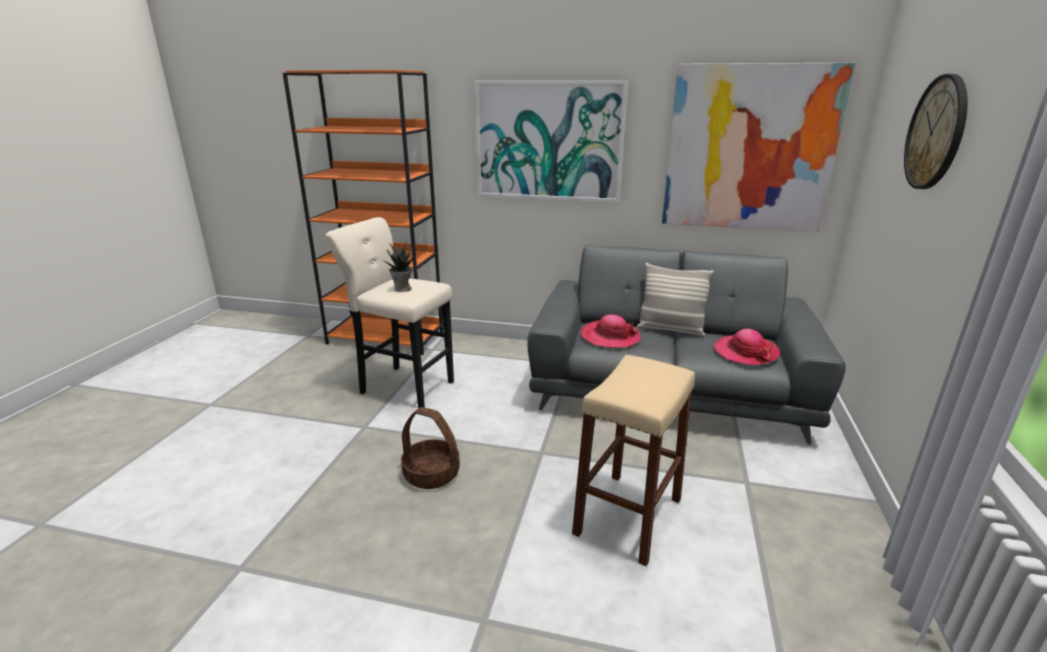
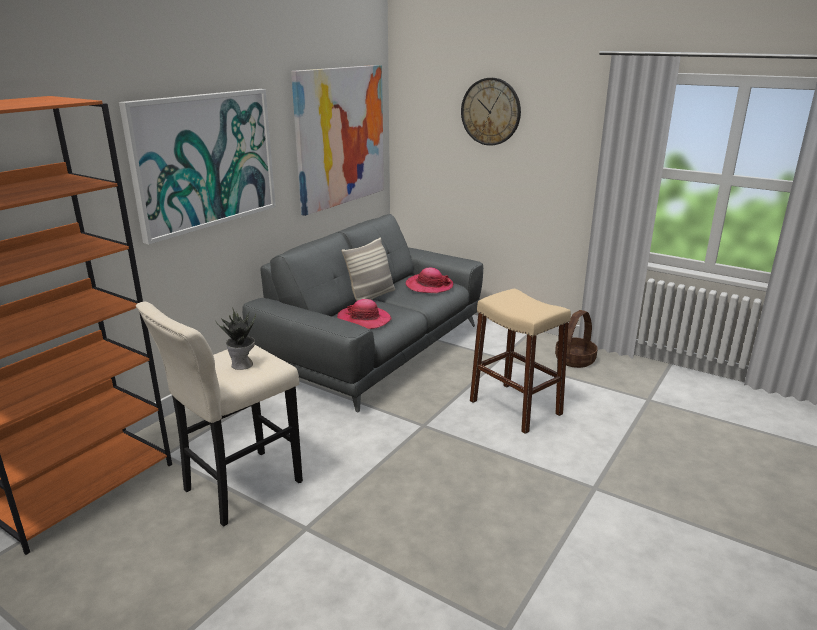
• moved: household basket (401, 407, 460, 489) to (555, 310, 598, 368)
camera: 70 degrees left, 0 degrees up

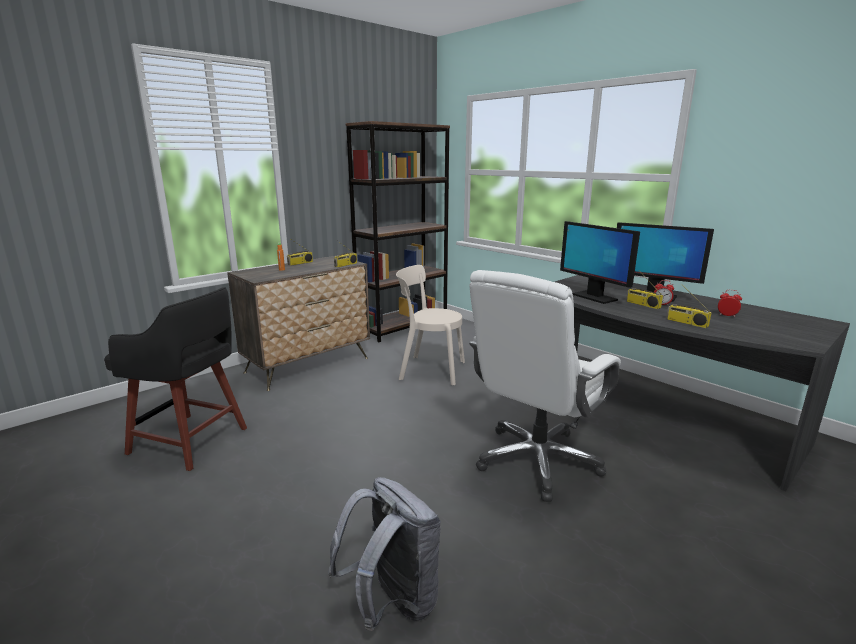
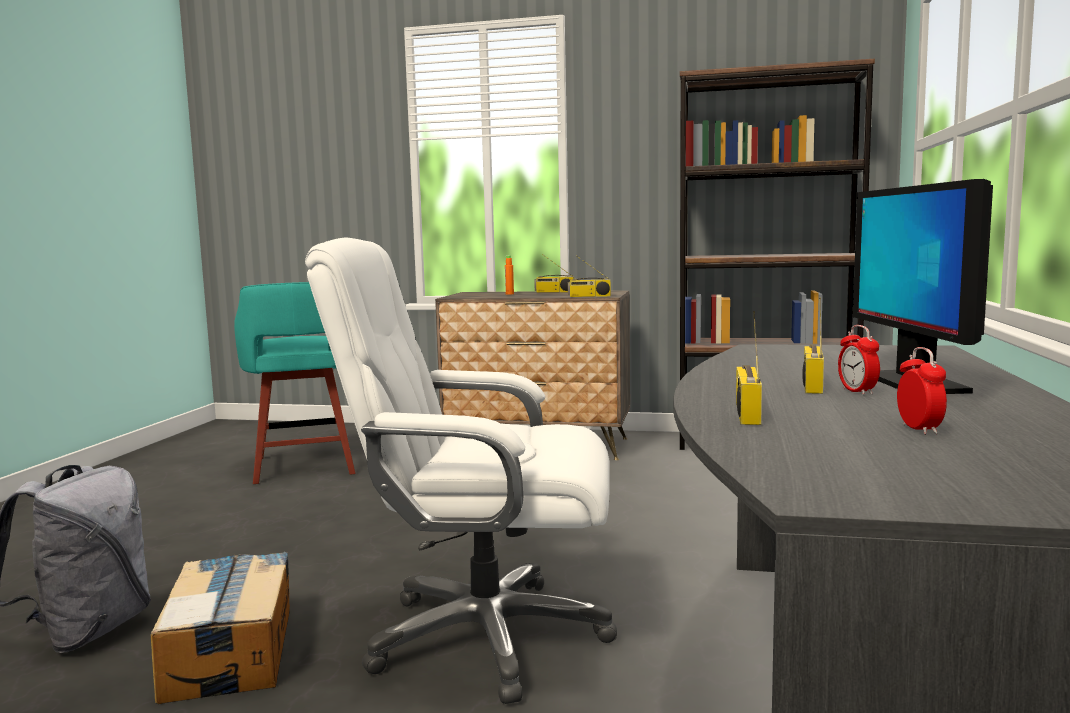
• removed: beige-coloured upright chair (396, 265, 465, 385)
• removed: computer screen (560, 221, 640, 304)
• added: packing box (151, 552, 290, 704)
• recoloured: black stool seat (104, 287, 247, 471) to turquoise-coloured stool seat (234, 282, 355, 484)
camera: 55 degrees right, 10 degrees down

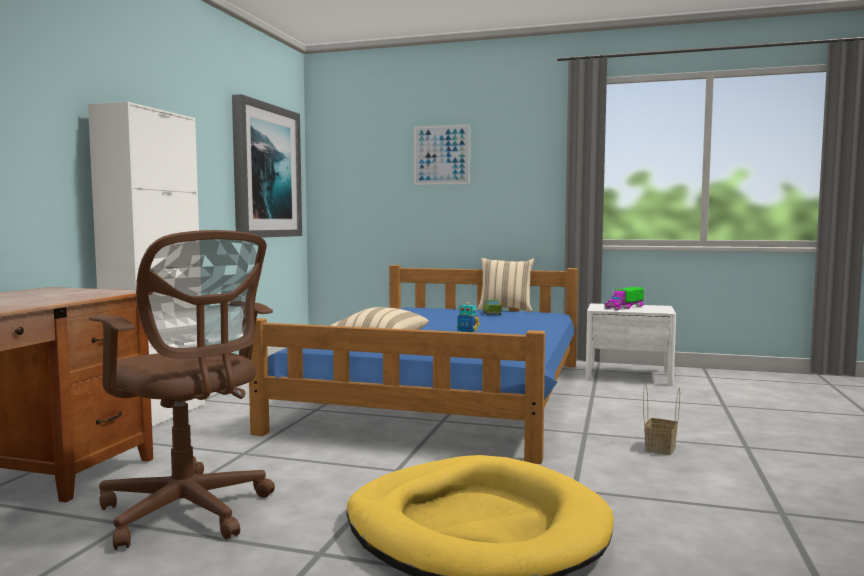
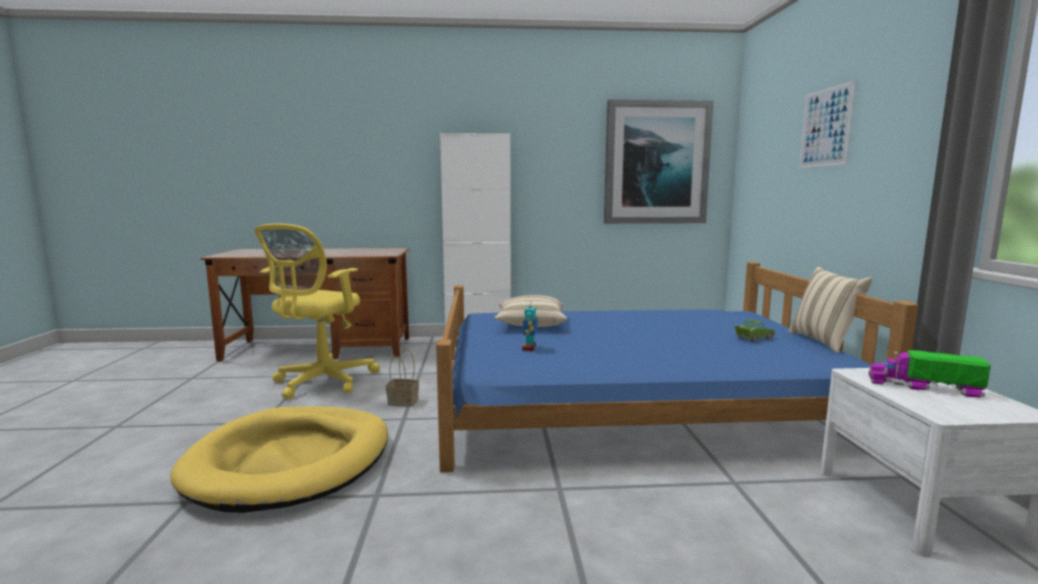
• moved: household basket (643, 384, 680, 455) to (386, 349, 419, 407)
• recoloured: brown-coloured desk chair (89, 230, 275, 550) to yellow desk chair (254, 224, 380, 399)
camera: 70 degrees right, 5 degrees up

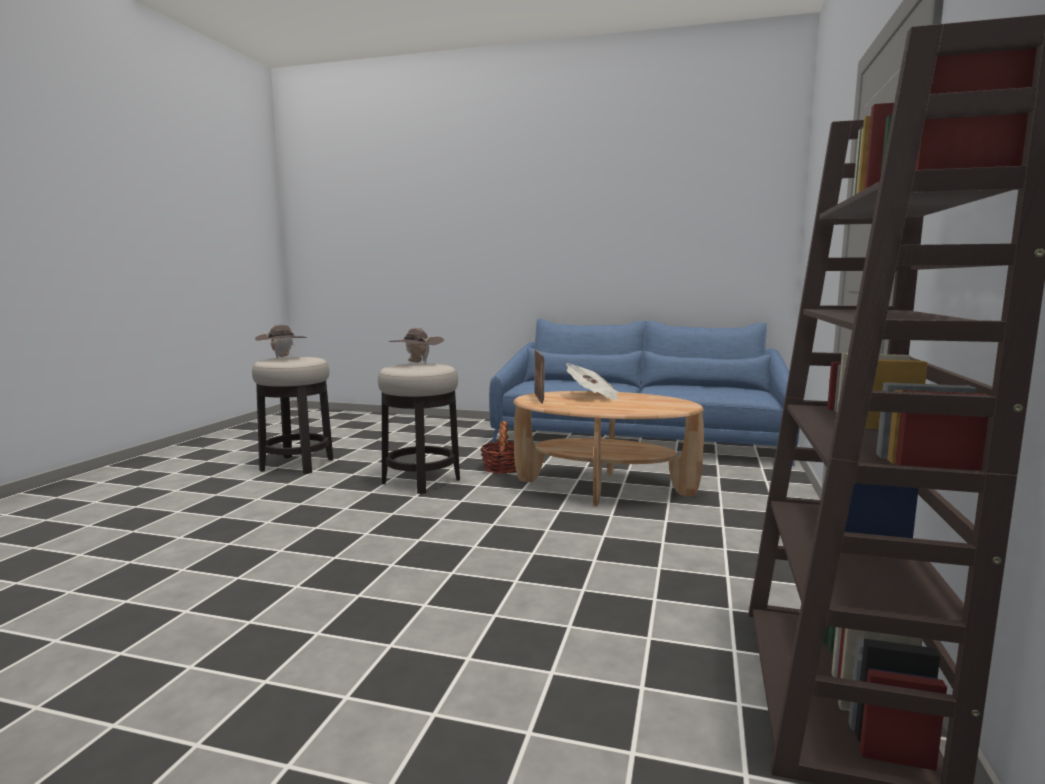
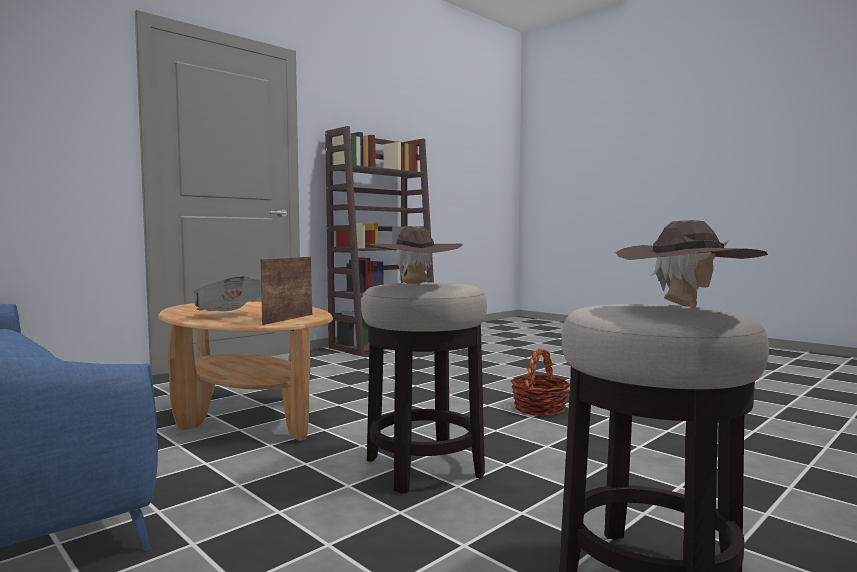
• moved: household basket (480, 421, 516, 474) to (511, 348, 570, 416)
camera: 150 degrees left, 5 degrees down

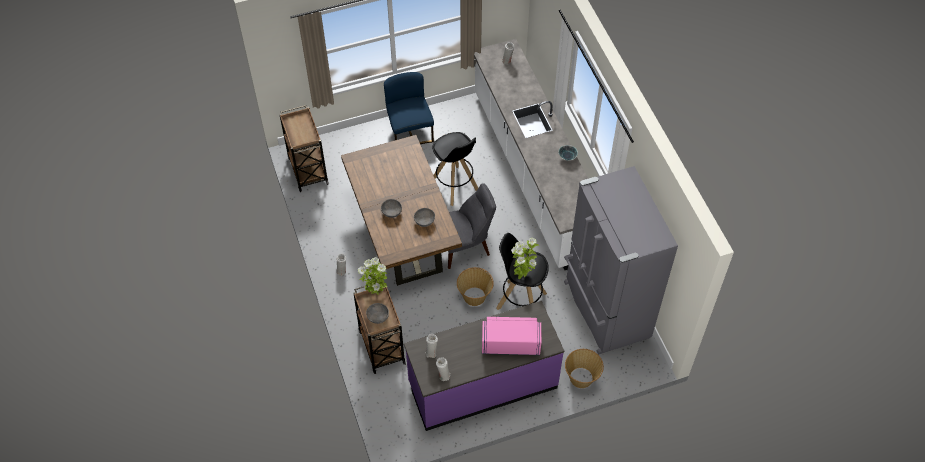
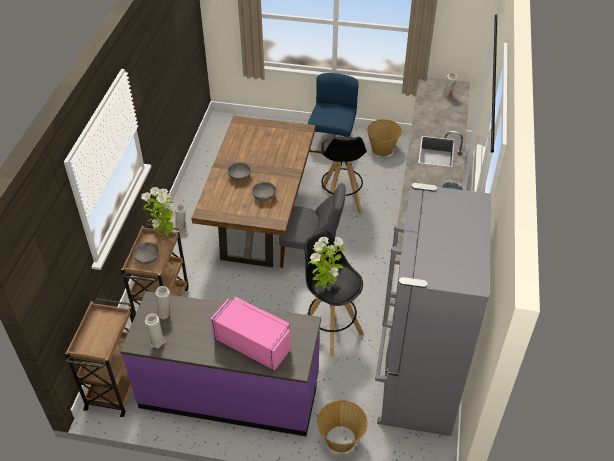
• moved: brown-coloured cart (279, 105, 329, 192) to (65, 298, 134, 417)
• moved: household basket (457, 267, 494, 306) to (367, 119, 402, 156)
camera: 30 degrees right, 10 degrees down

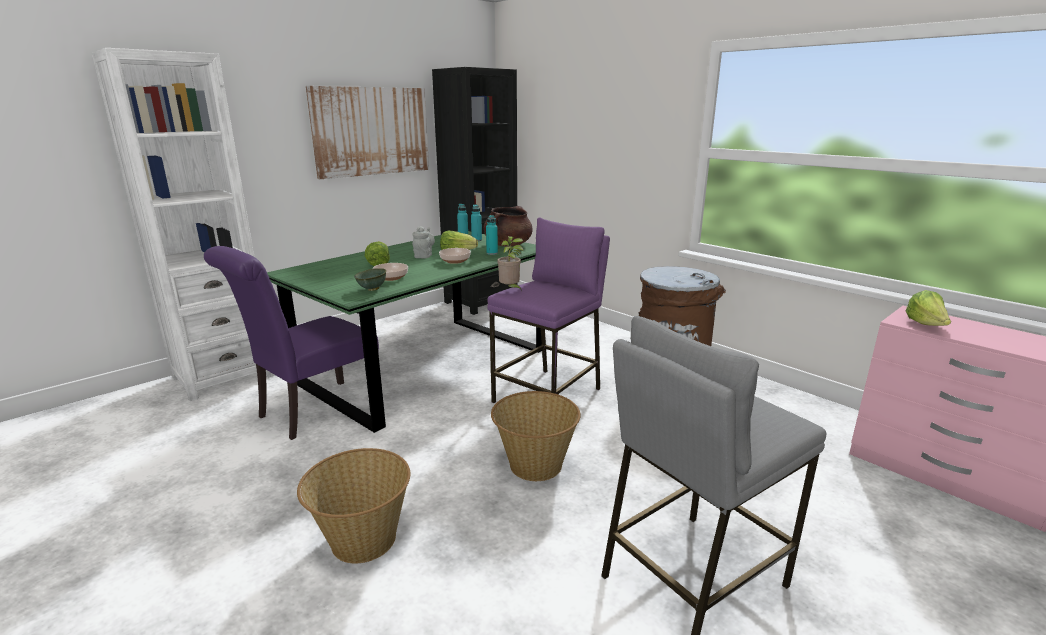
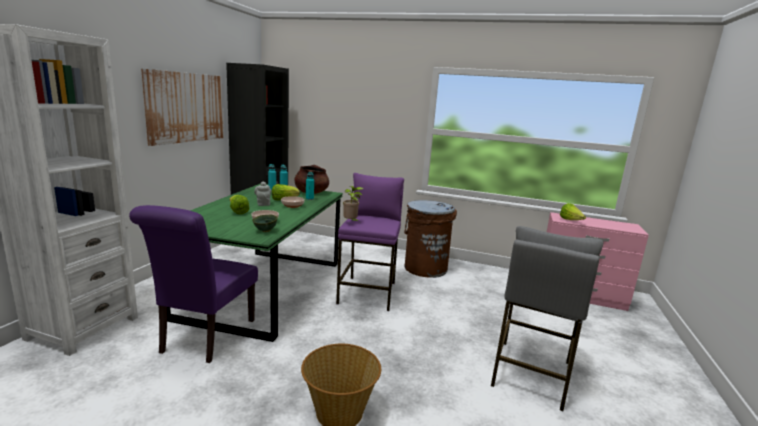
• removed: household basket (491, 391, 581, 481)
camera: 30 degrees left, 5 degrees down

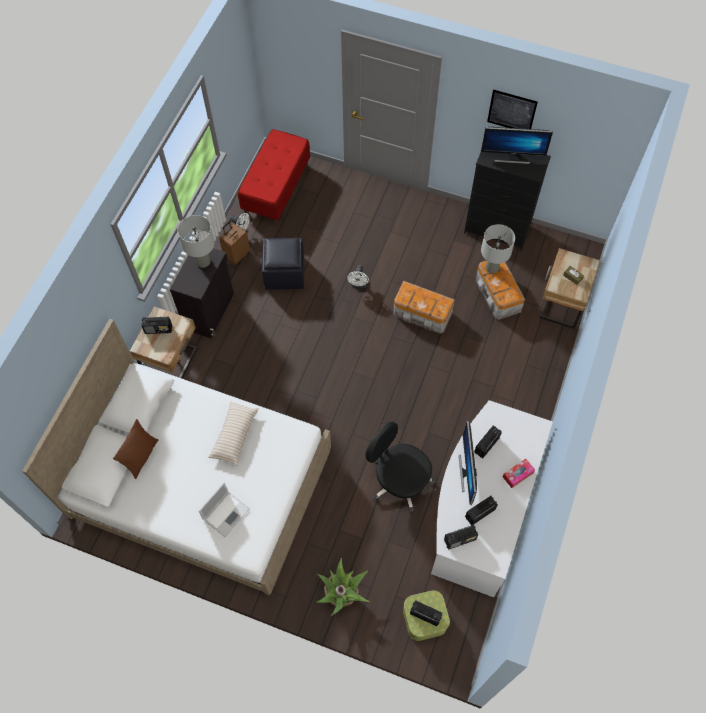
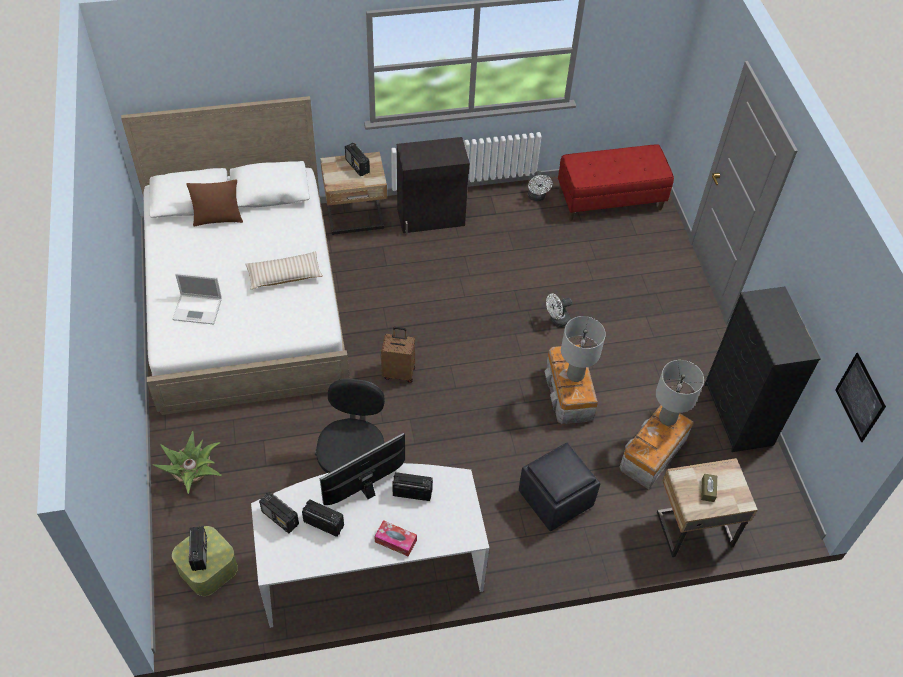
• removed: computer screen (481, 127, 553, 164)
• moved: grey lamp for a table (177, 215, 215, 268) to (561, 316, 606, 382)
• moved: brown-coloured piece of luggage (219, 222, 250, 265) to (381, 327, 415, 383)
• moved: black footrest (262, 238, 304, 290) to (519, 443, 600, 531)
• moved: wall art (487, 90, 538, 129) to (835, 353, 886, 442)
camera: 55 degrees right, 10 degrees down

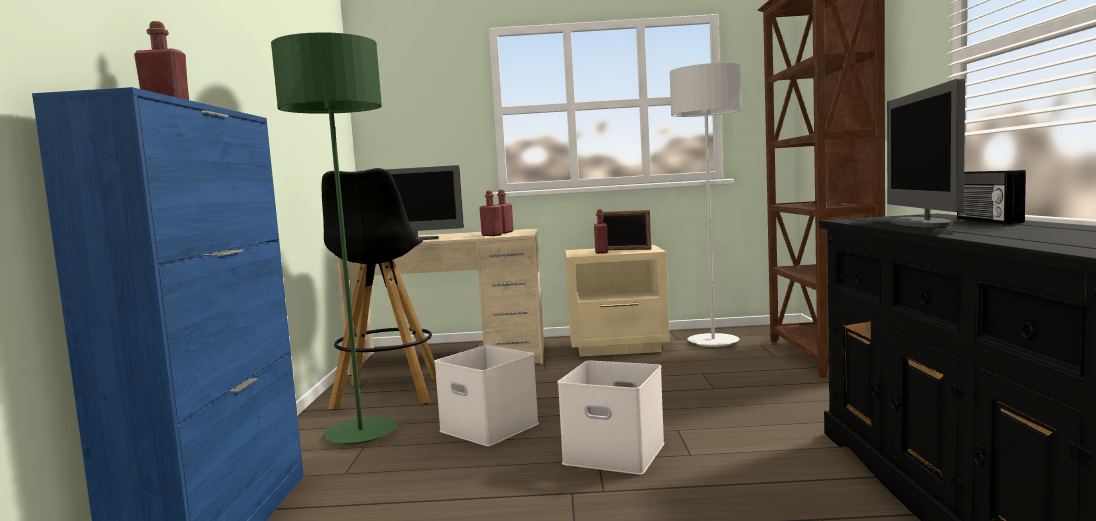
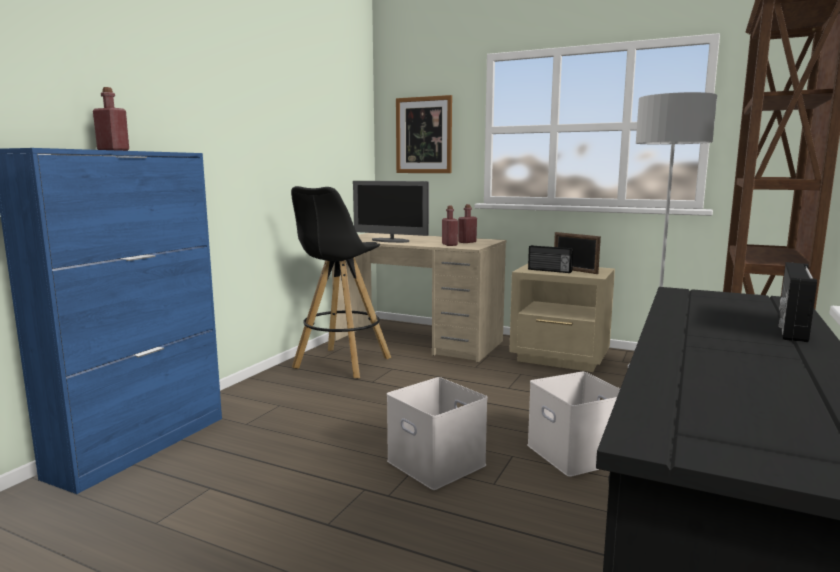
• removed: greenish standard lamp (271, 32, 397, 444)
• removed: computer screen (887, 78, 965, 227)
• added: wall art (396, 95, 452, 173)
• moved: white-coloured storage container (434, 345, 539, 446) to (527, 372, 620, 477)
• replaced: red-coloured beverage bottle (594, 209, 608, 254) to radio receiver (528, 245, 573, 273)
camera: 25 degrees right, 5 degrees up

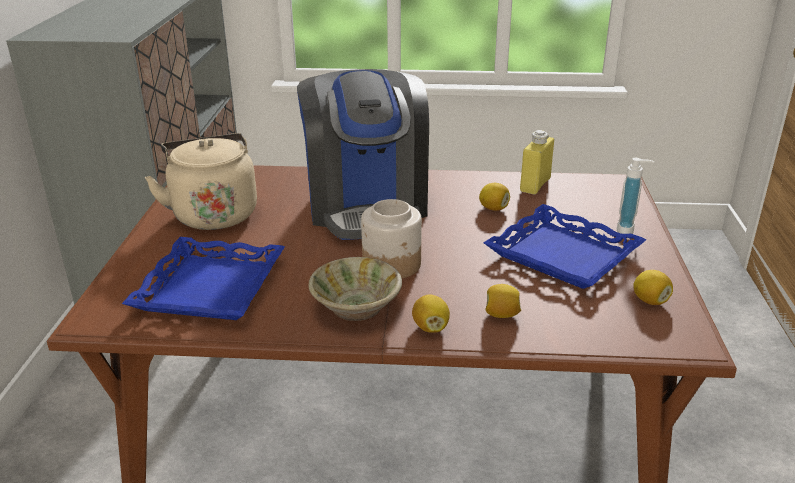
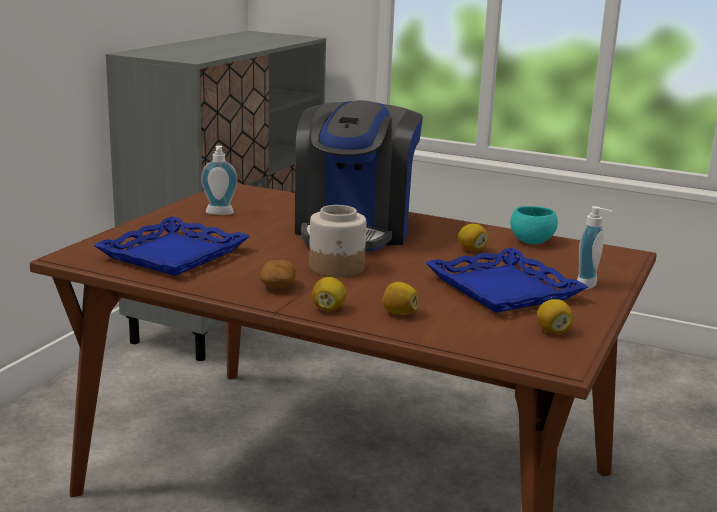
• replaced: beige-coloured tea kettle (145, 133, 257, 230) to liquid soap bottle (201, 146, 238, 215)
• replaced: beige-coloured bowl (309, 257, 402, 321) to potato (260, 260, 296, 288)
• replaced: yellow beverage bottle (520, 130, 554, 194) to turquoise-coloured bowl (510, 206, 558, 244)
camera: 20 degrees right, 10 degrees down

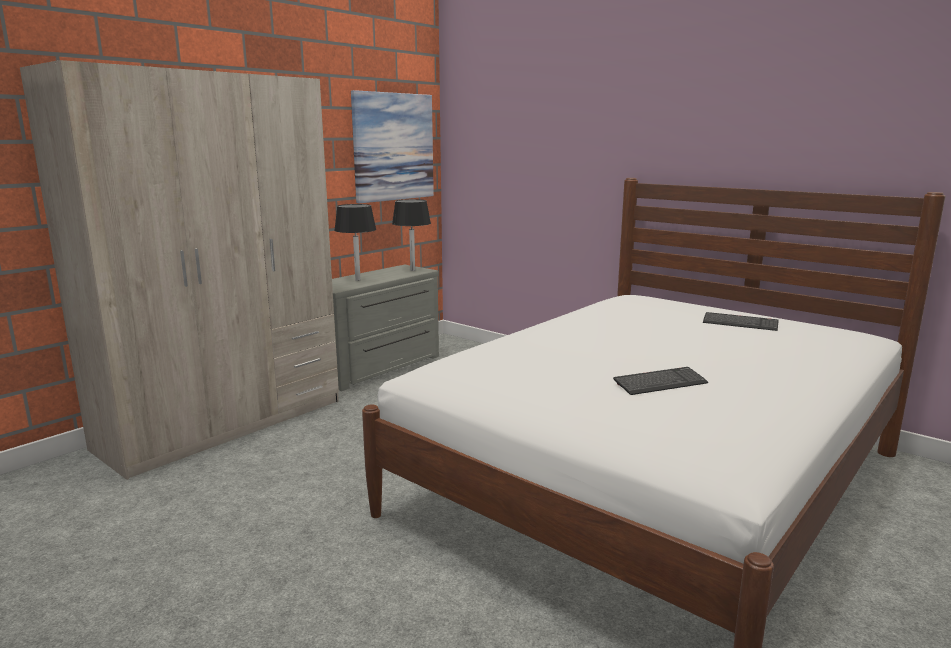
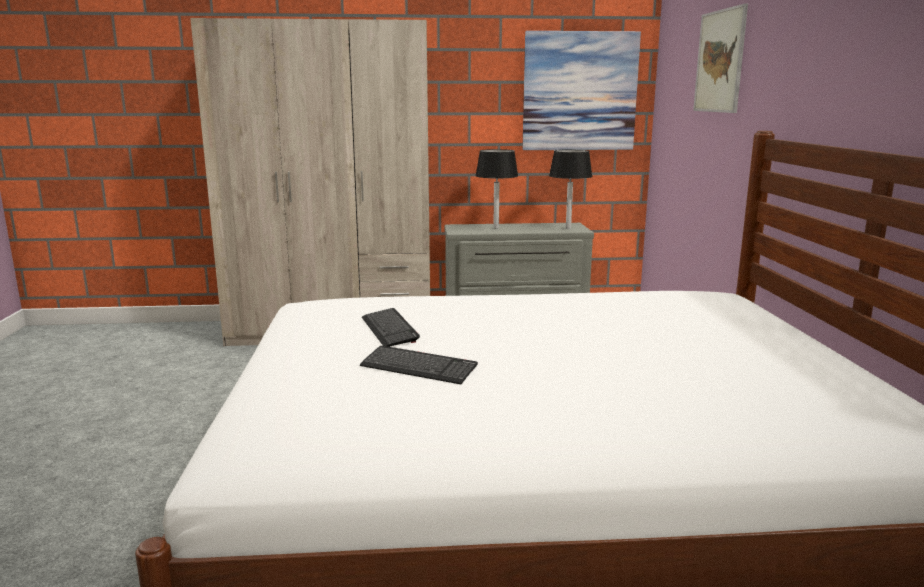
• added: wall art (693, 3, 748, 113)
• moved: computer keyboard (703, 312, 779, 331) to (362, 308, 420, 347)
camera: 45 degrees right, 0 degrees up

